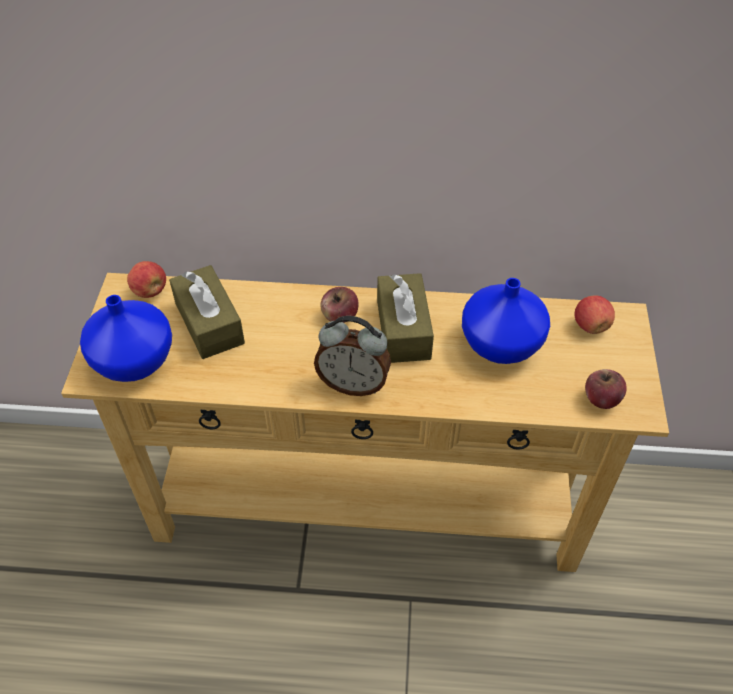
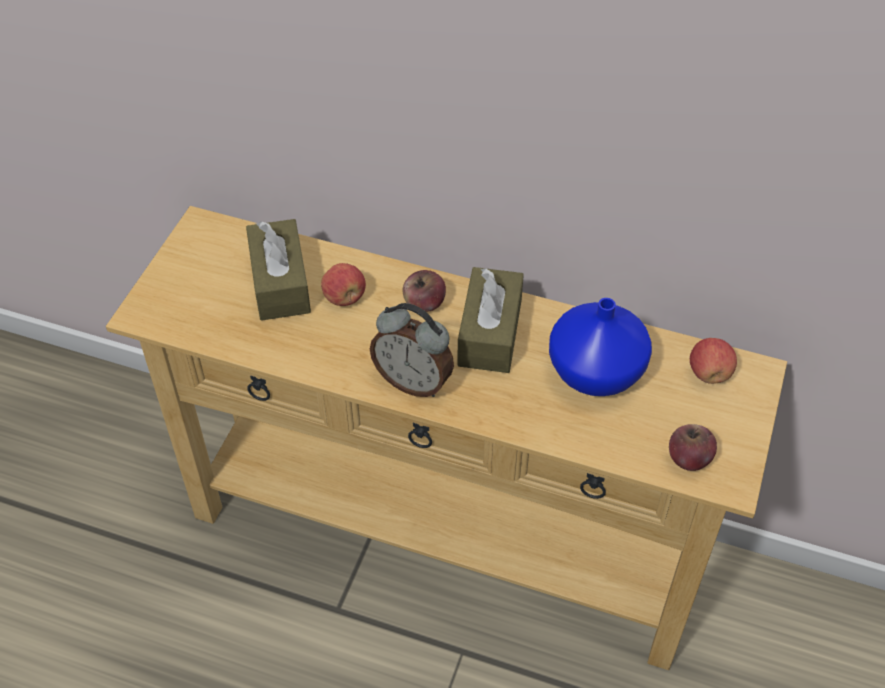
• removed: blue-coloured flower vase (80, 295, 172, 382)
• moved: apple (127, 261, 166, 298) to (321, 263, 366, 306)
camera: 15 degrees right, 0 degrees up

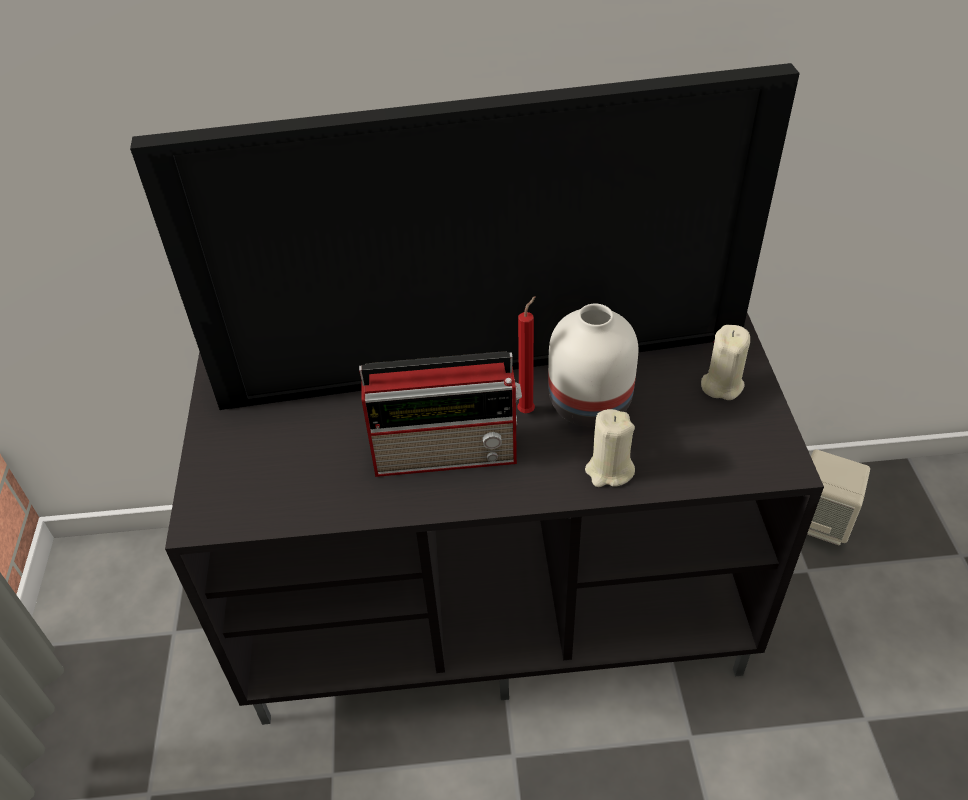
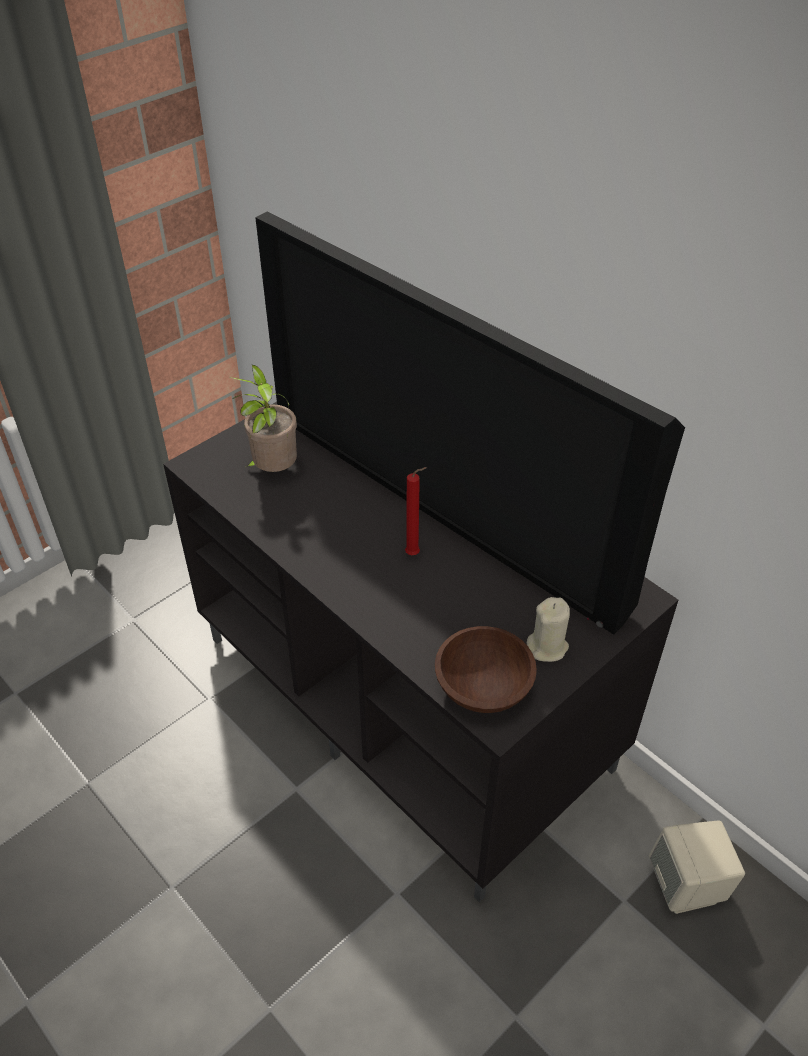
• removed: radio receiver (359, 351, 522, 477)
• removed: white-coloured flower vase (548, 304, 638, 427)
• removed: beige-coloured wax light (585, 409, 635, 487)
• added: plant in a pot (230, 365, 297, 472)
• added: brown-coloured bowl (435, 626, 537, 713)
camera: 50 degrees right, 0 degrees up

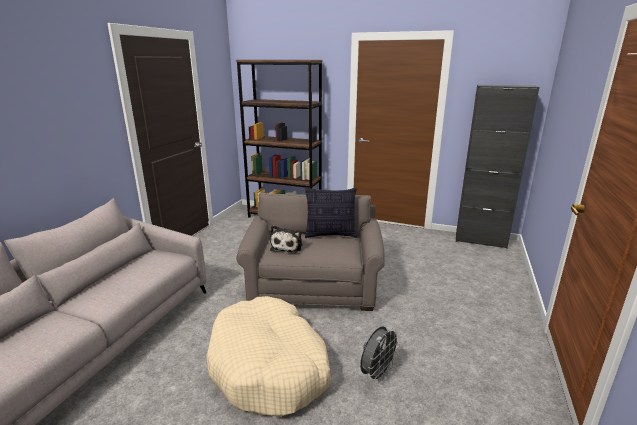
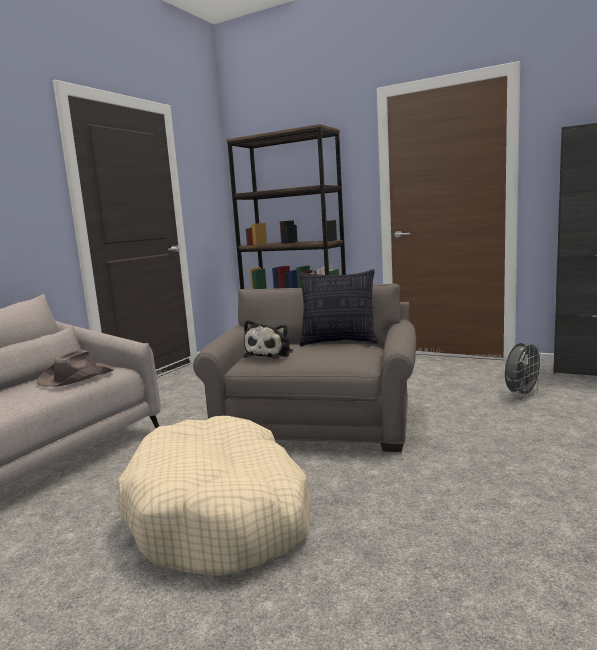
• added: brown-coloured clothing hat (37, 350, 114, 387)
• moved: grey electric fan (360, 326, 401, 384) to (505, 341, 544, 398)
camera: 10 degrees right, 10 degrees down

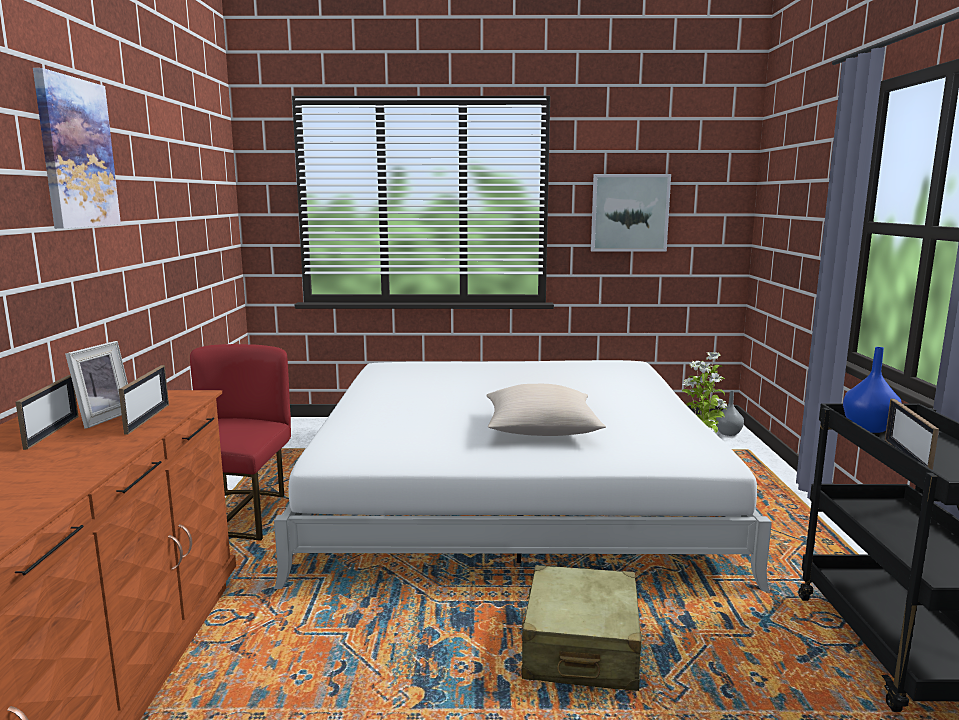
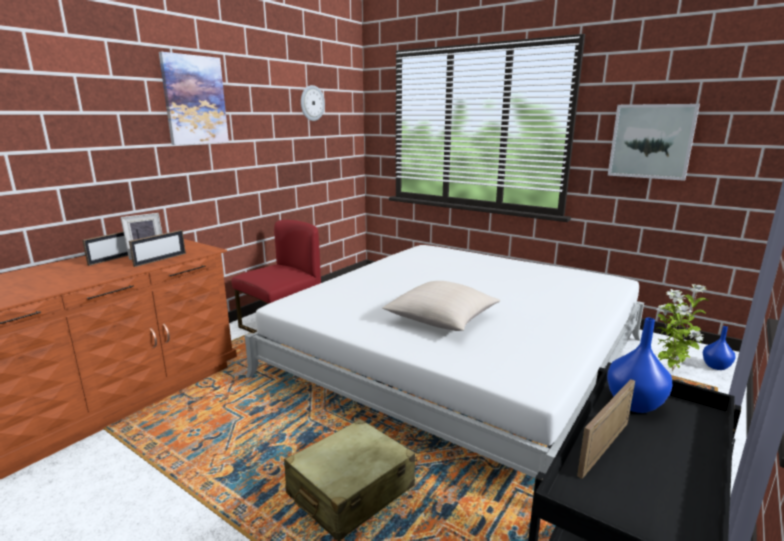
• added: wall clock (301, 85, 325, 121)
• recoloured: grey flower vase (716, 391, 744, 436) to blue-coloured flower vase (703, 326, 735, 370)
camera: 35 degrees right, 5 degrees up

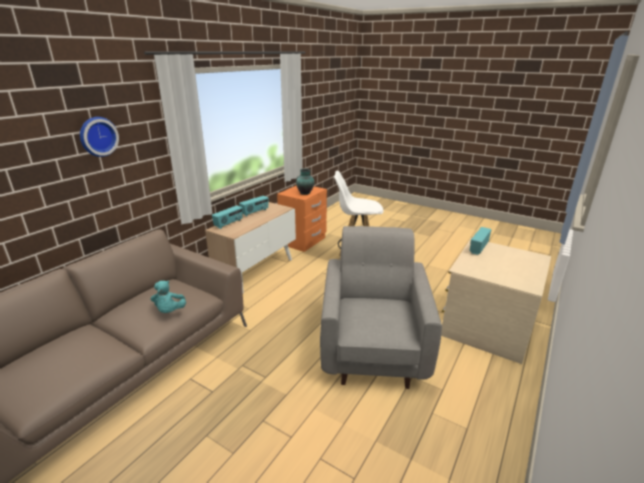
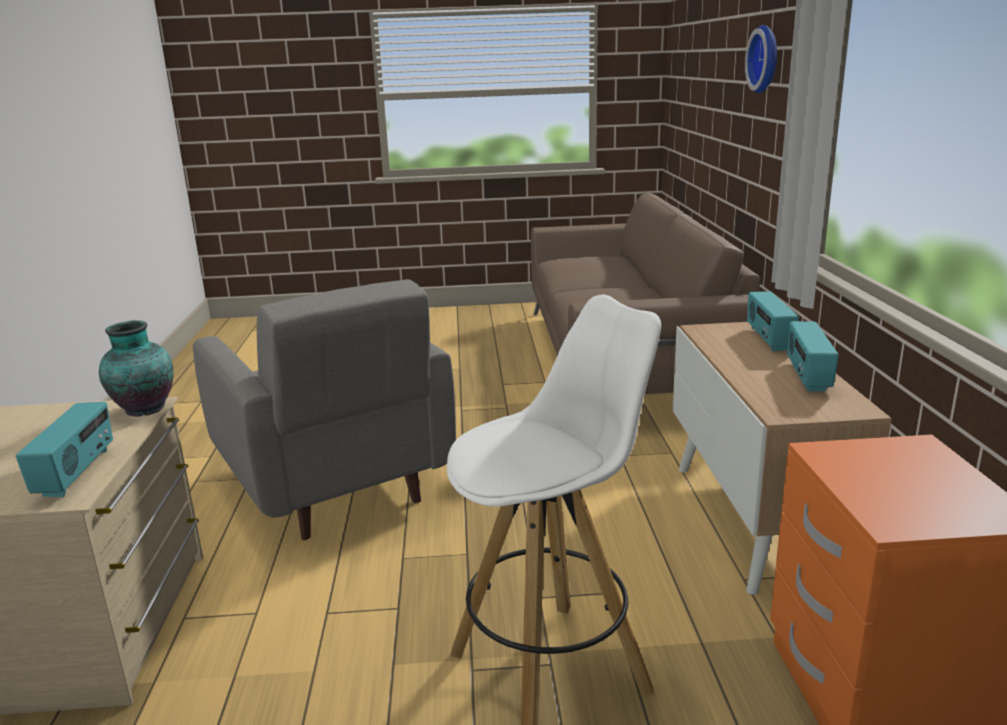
• removed: turquoise-coloured cuddly toy (151, 281, 186, 313)
• moved: flower vase (296, 168, 314, 195) to (99, 320, 174, 417)
camera: 145 degrees right, 5 degrees down

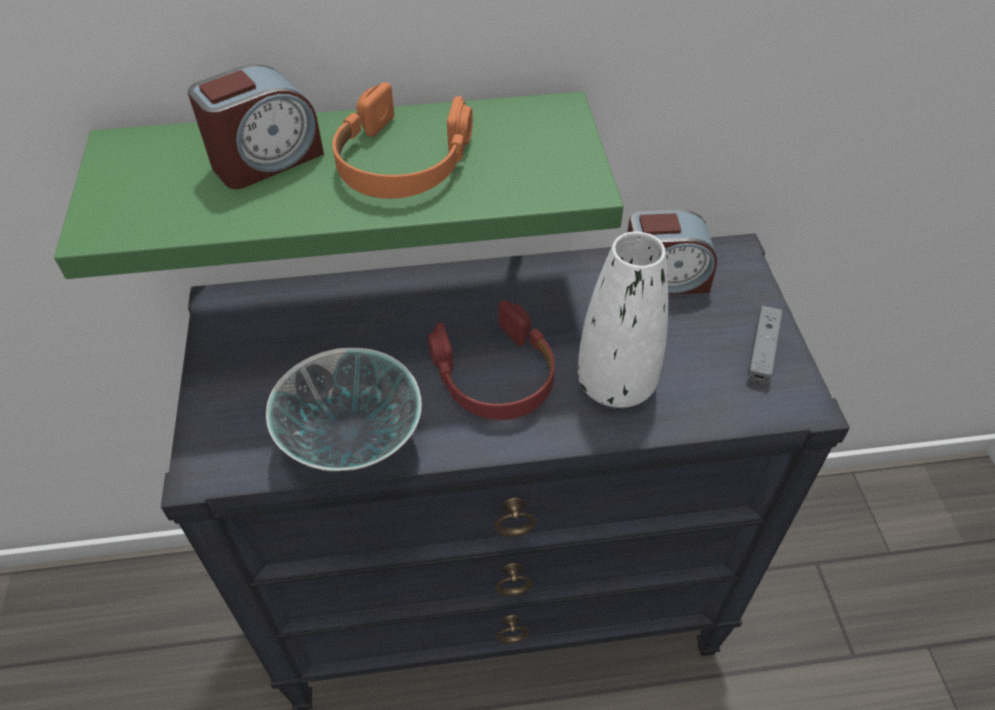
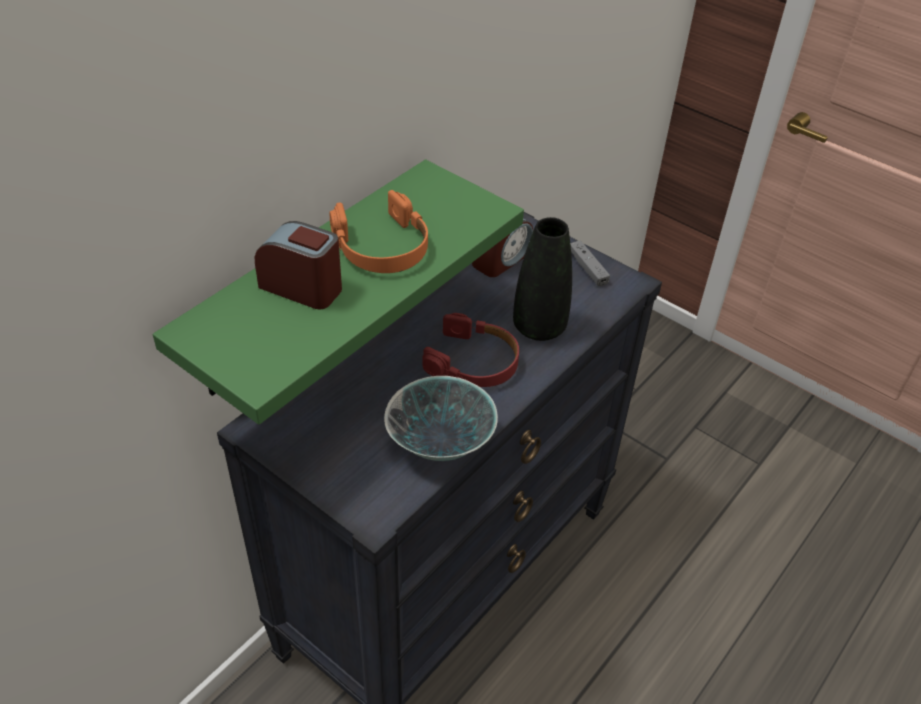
• recoloured: white-coloured flower vase (578, 231, 668, 408) to black flower vase (513, 217, 572, 341)
• turned: table clock (188, 64, 324, 189) = (255, 221, 342, 309) 75 degrees counterclockwise
camera: 45 degrees left, 5 degrees down

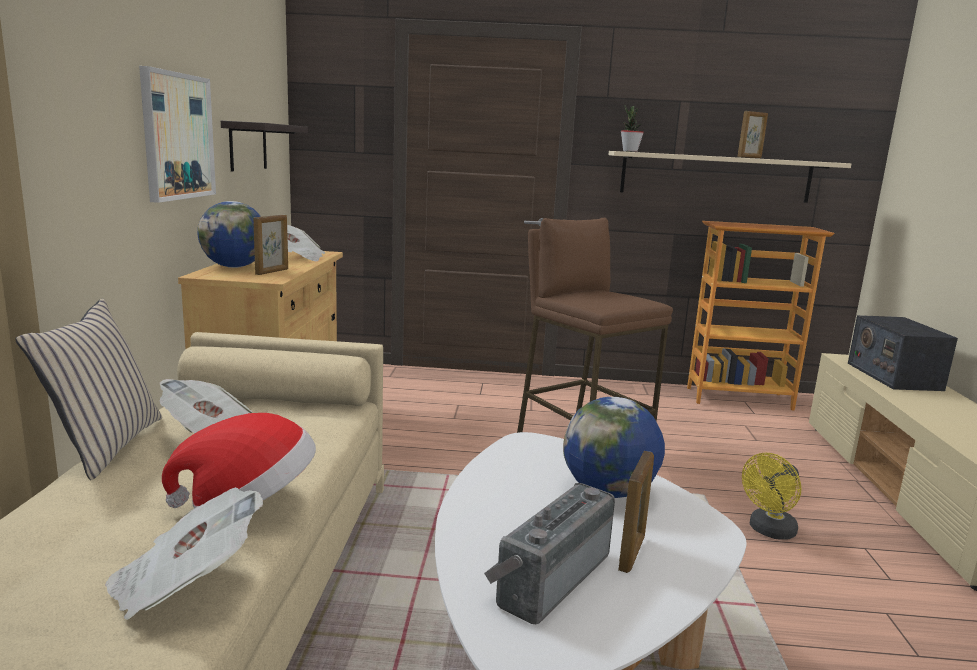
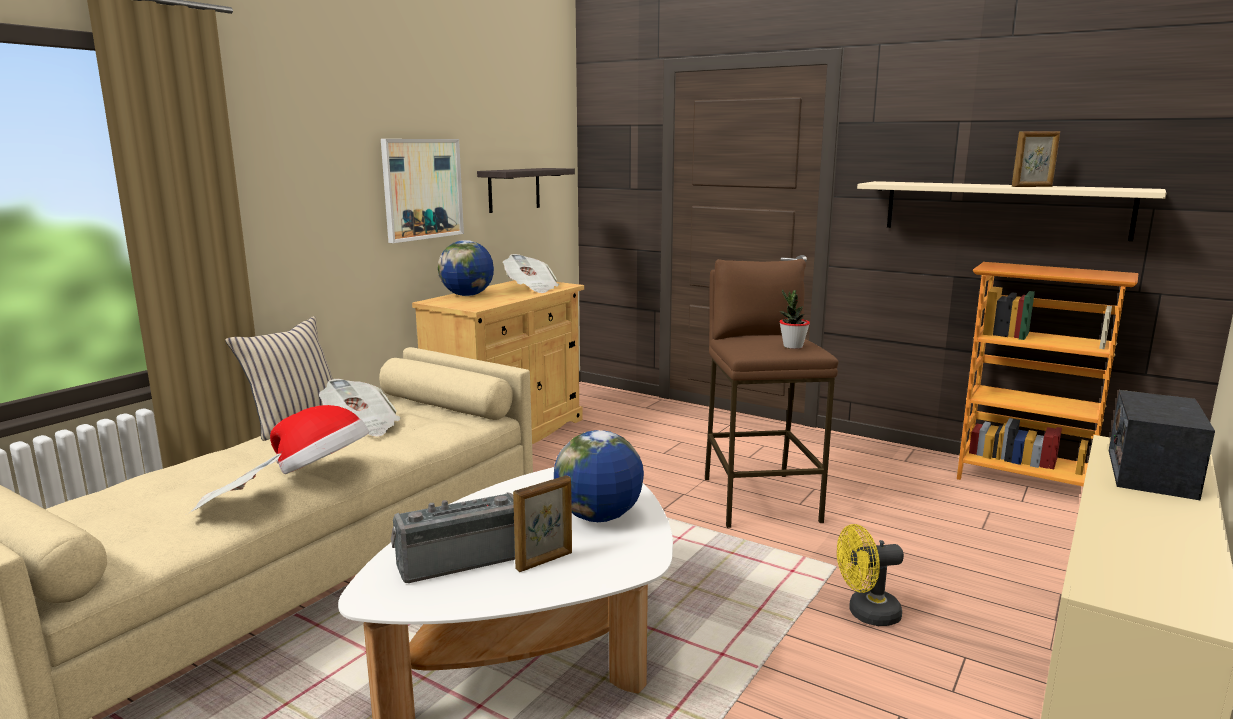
• removed: photo frame (253, 215, 288, 275)
• moved: plant in a pot (621, 105, 644, 152) to (779, 289, 810, 349)
camera: 30 degrees right, 0 degrees up

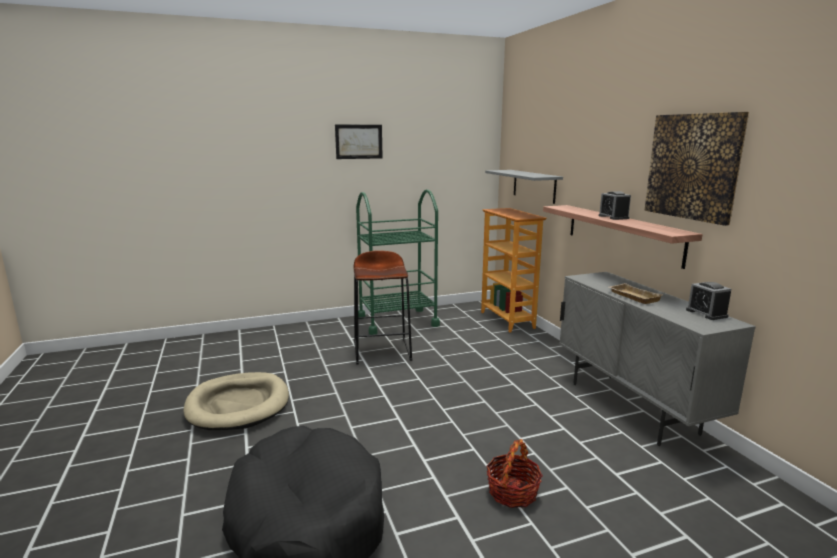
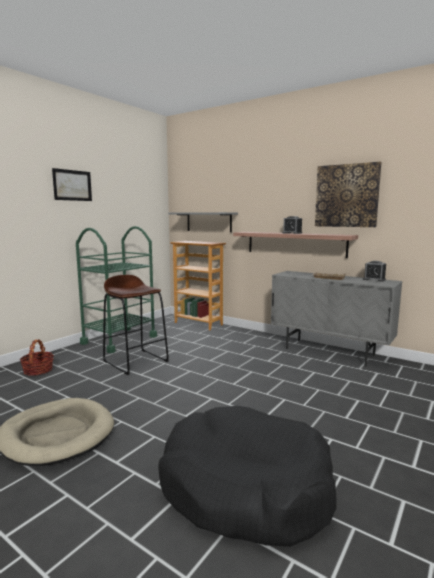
• moved: household basket (486, 439, 543, 508) to (20, 339, 54, 376)
camera: 35 degrees left, 5 degrees down

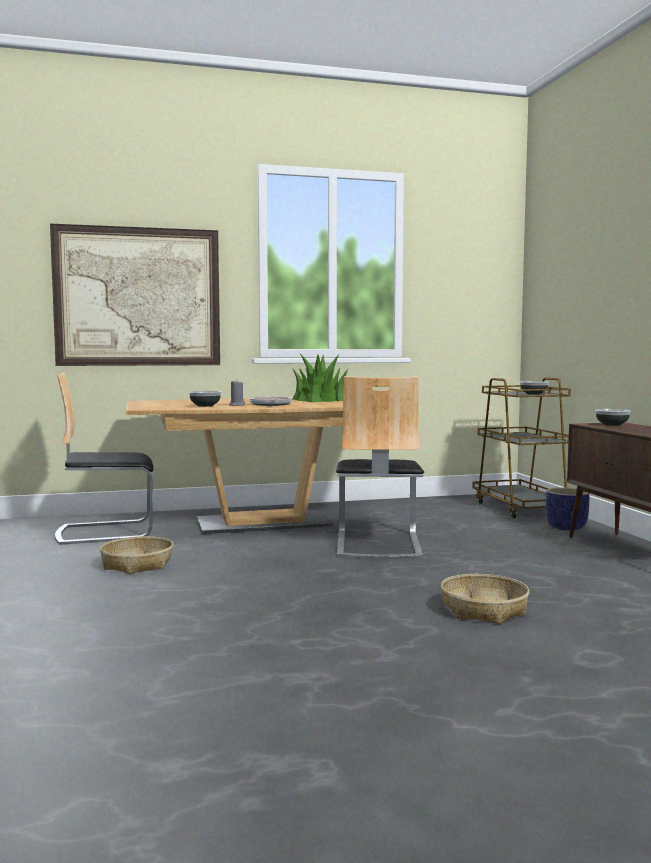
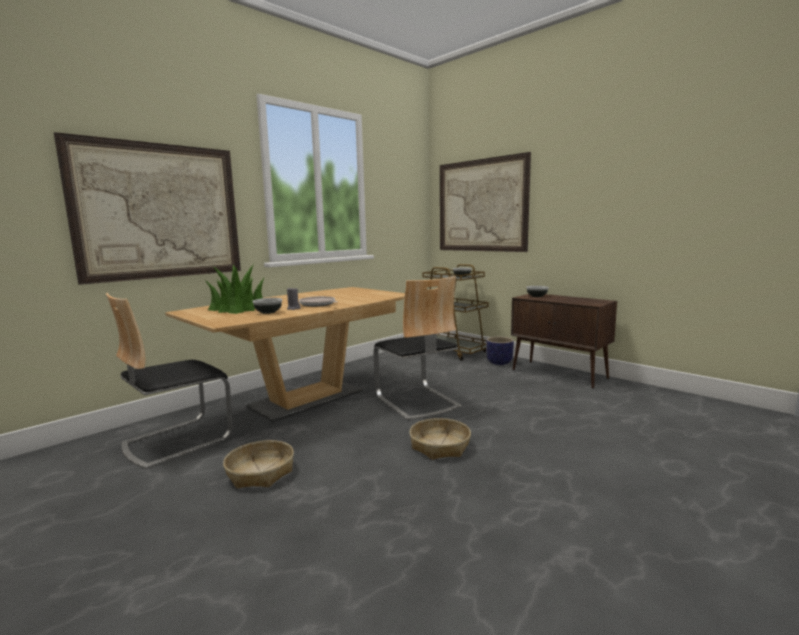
• added: wall art (440, 152, 531, 252)
• moved: plant in a pot (291, 354, 349, 402) to (205, 265, 264, 314)
• moved: household basket (441, 574, 529, 624) to (409, 418, 471, 460)
camera: 30 degrees left, 5 degrees up

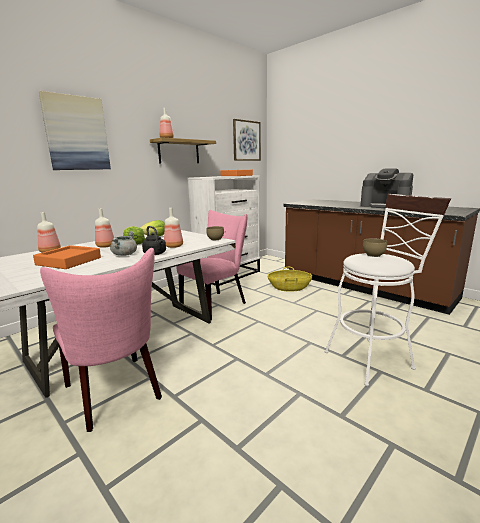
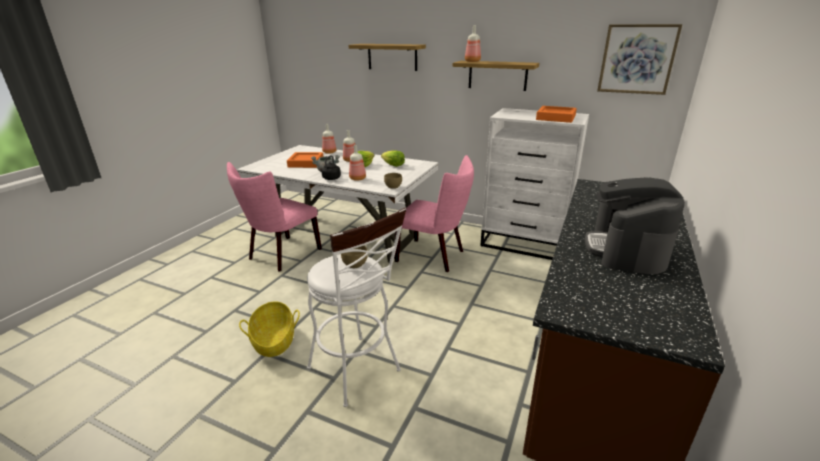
• moved: household basket (268, 267, 312, 292) to (239, 301, 300, 357)
• replaced: wall art (39, 91, 111, 170) to bracket shelf (348, 44, 426, 71)
camera: 70 degrees right, 10 degrees up

